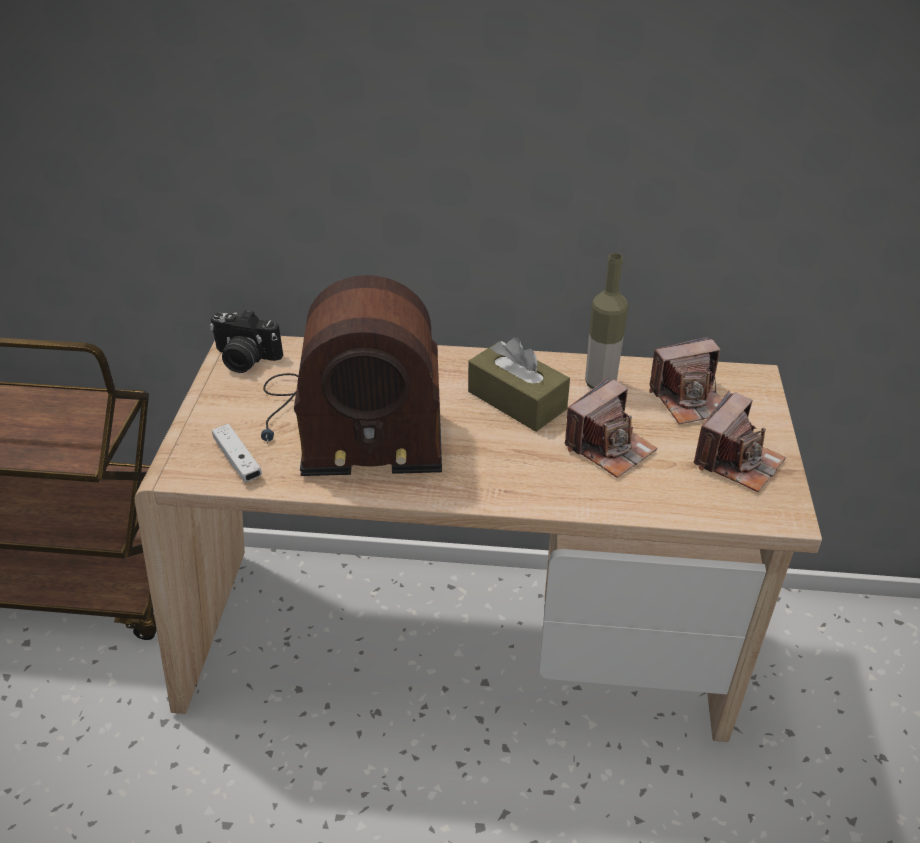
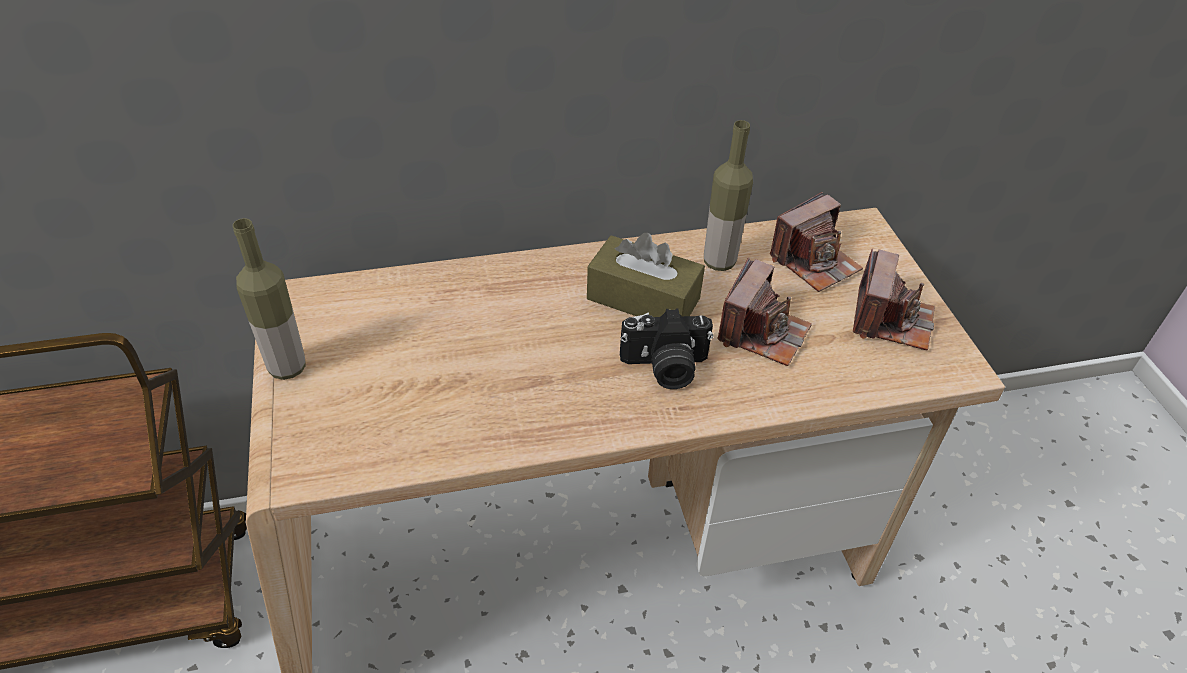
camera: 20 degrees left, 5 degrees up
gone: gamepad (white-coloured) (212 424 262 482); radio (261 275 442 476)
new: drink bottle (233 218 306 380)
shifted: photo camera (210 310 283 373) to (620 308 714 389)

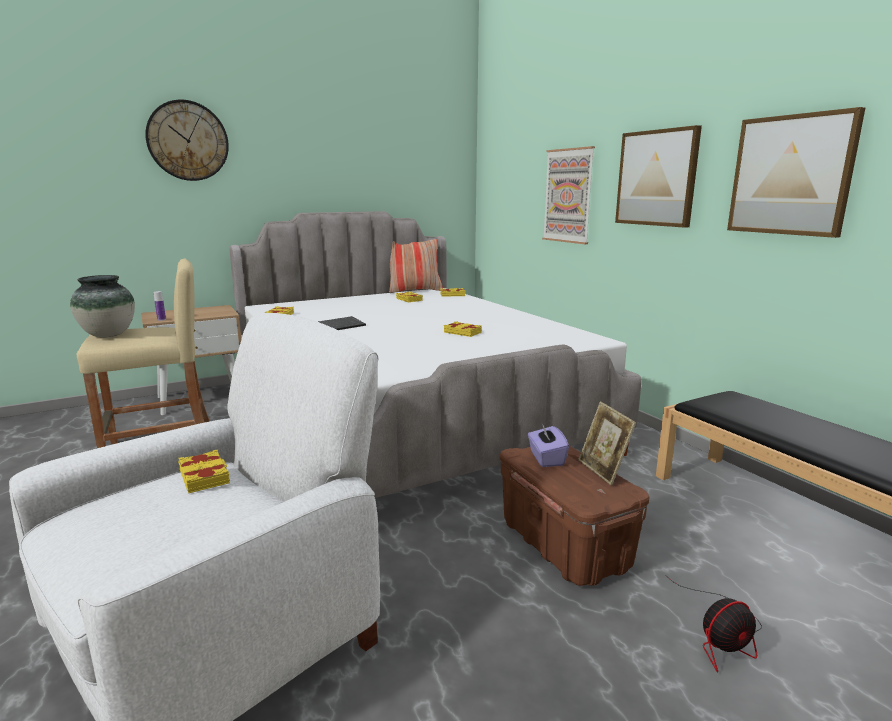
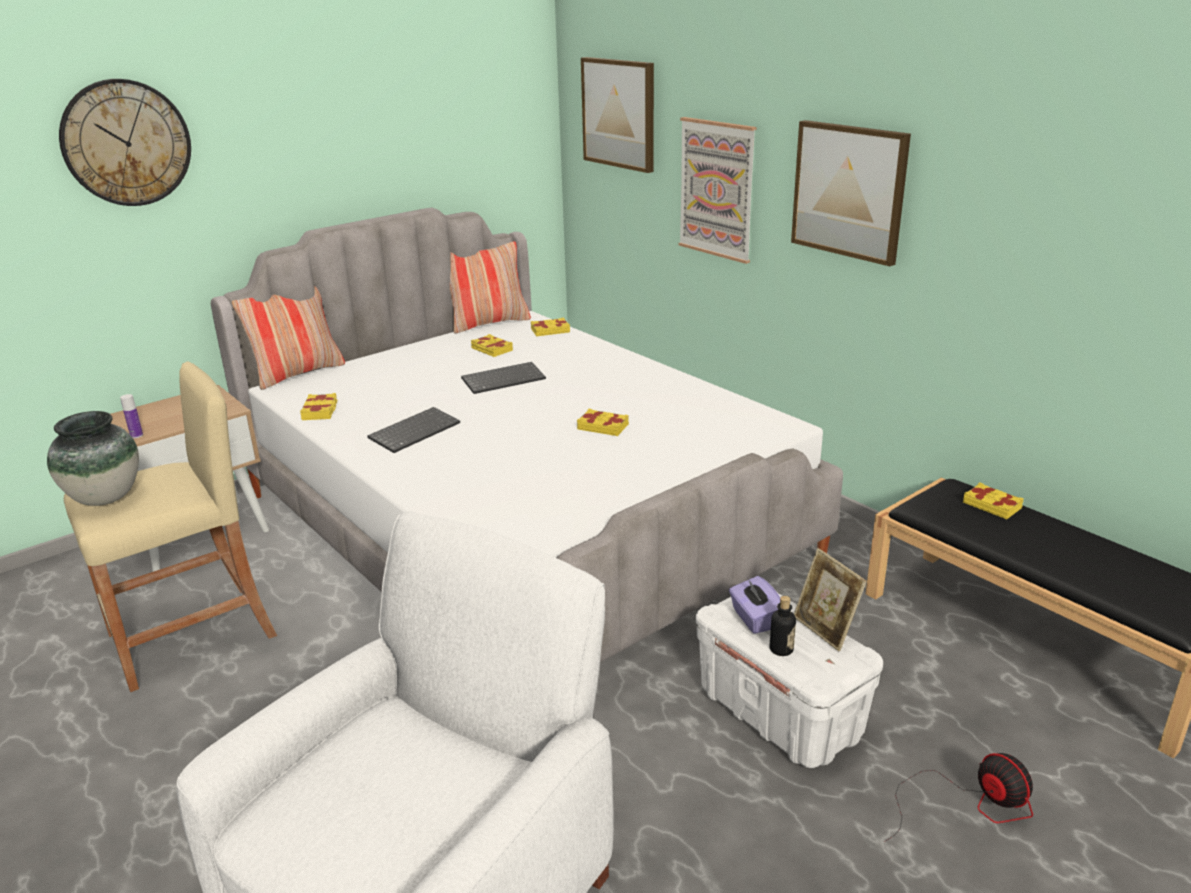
camera: 10 degrees left, 10 degrees up
new: cushion (232 286 345 390); computer keyboard (461 362 546 394); drink bottle (770 596 796 656)
shifted: book (yellowish) (178 450 230 493) to (963 482 1024 519); picture (727 107 865 238) to (581 57 654 173)
repainted: storage container (brownish) (500 445 649 586) to storage container (white-coloured) (696 593 883 768)
rotated: electric fan (664 574 762 672) = (885 753 1033 841) 90 degrees counterclockwise

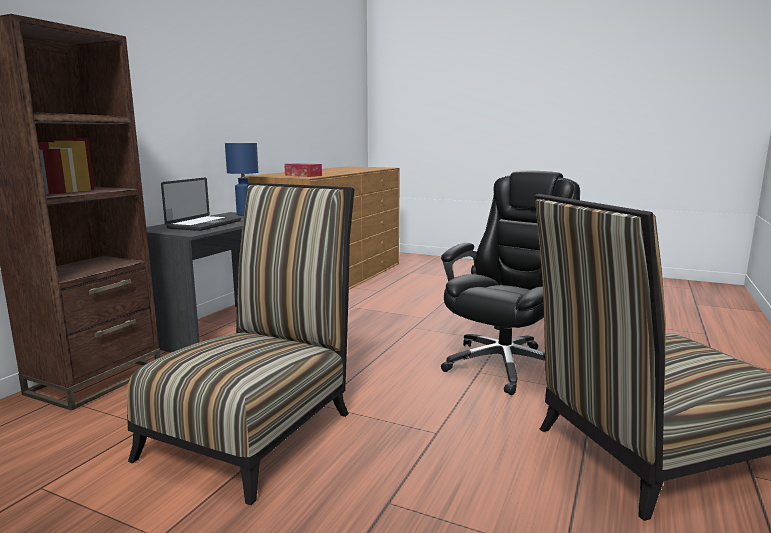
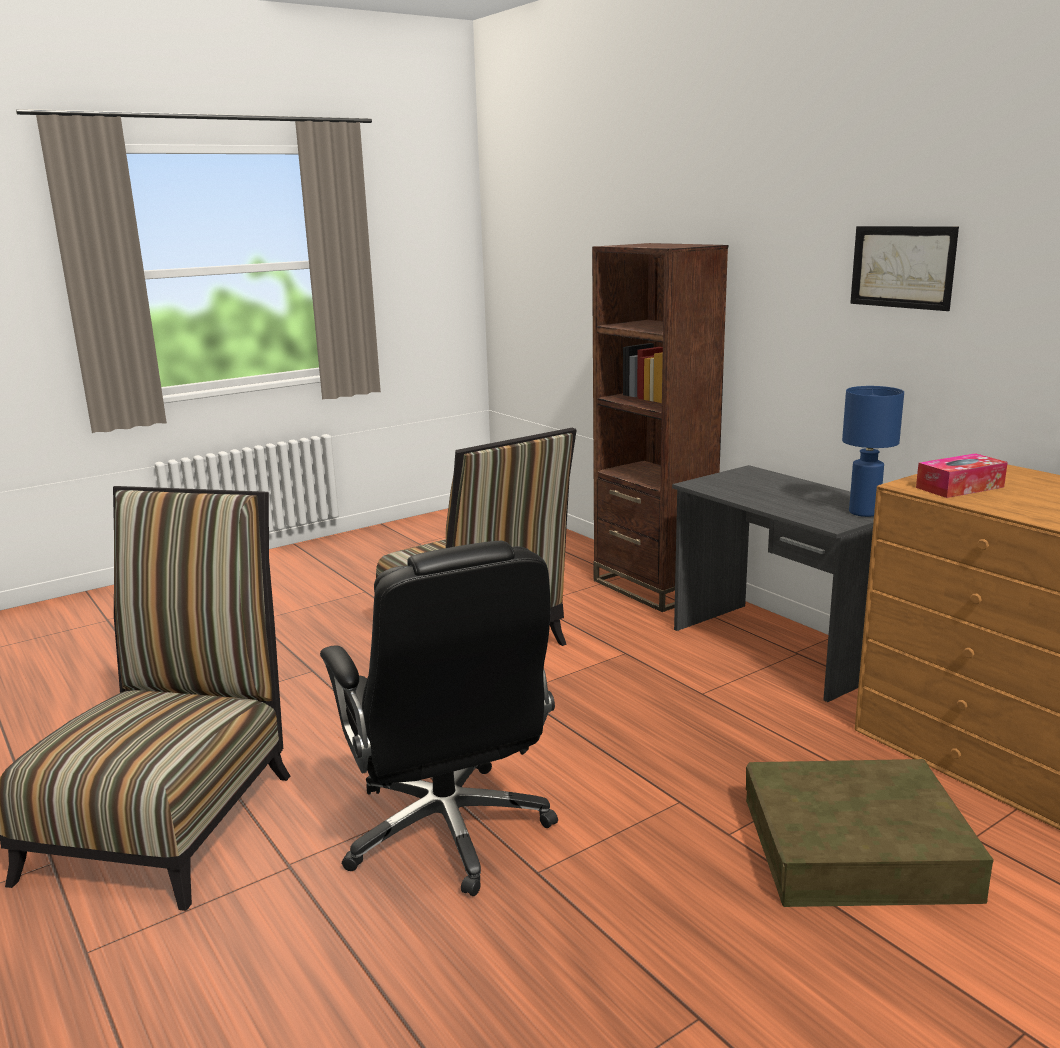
camera: 120 degrees right, 5 degrees up
gone: notebook computer (161 178 241 231)
new: storage container (brownish) (746 759 994 907); picture (850 226 959 311)

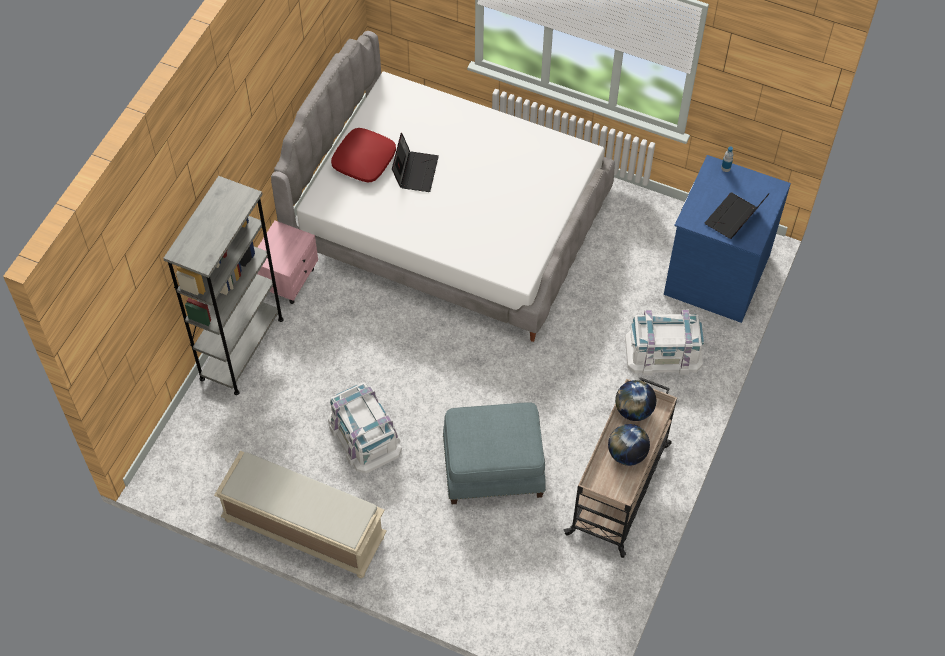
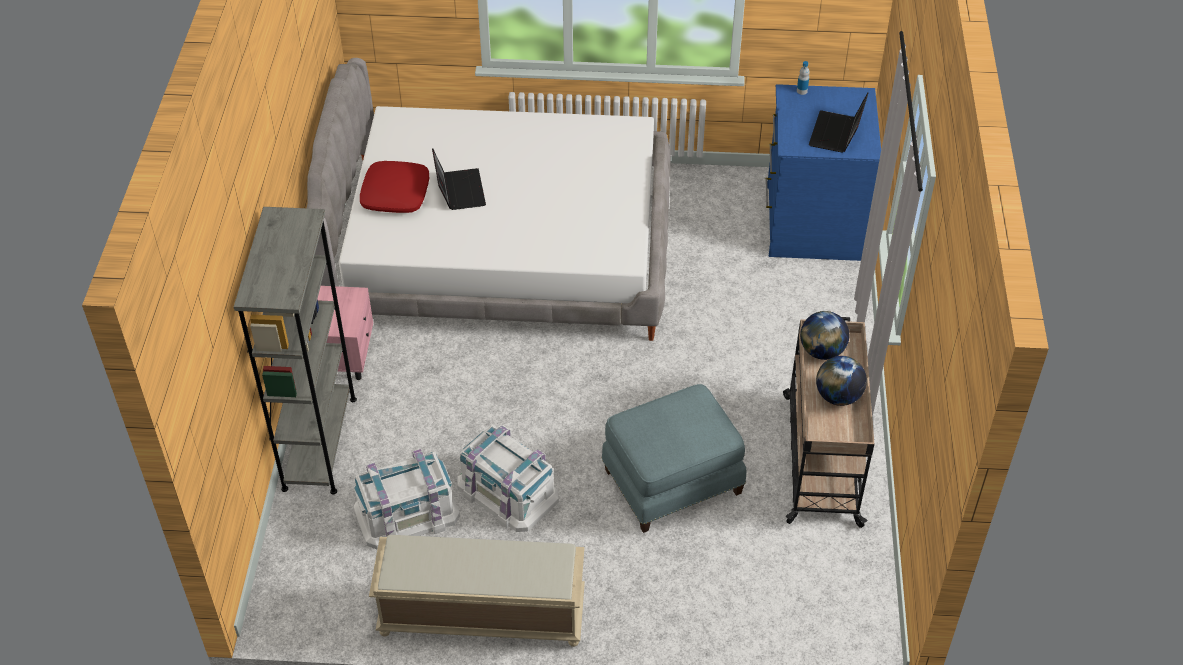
camera: 20 degrees left, 10 degrees down
shifted: storage container (white-coloured) (625 310 704 375) to (354 449 460 549)

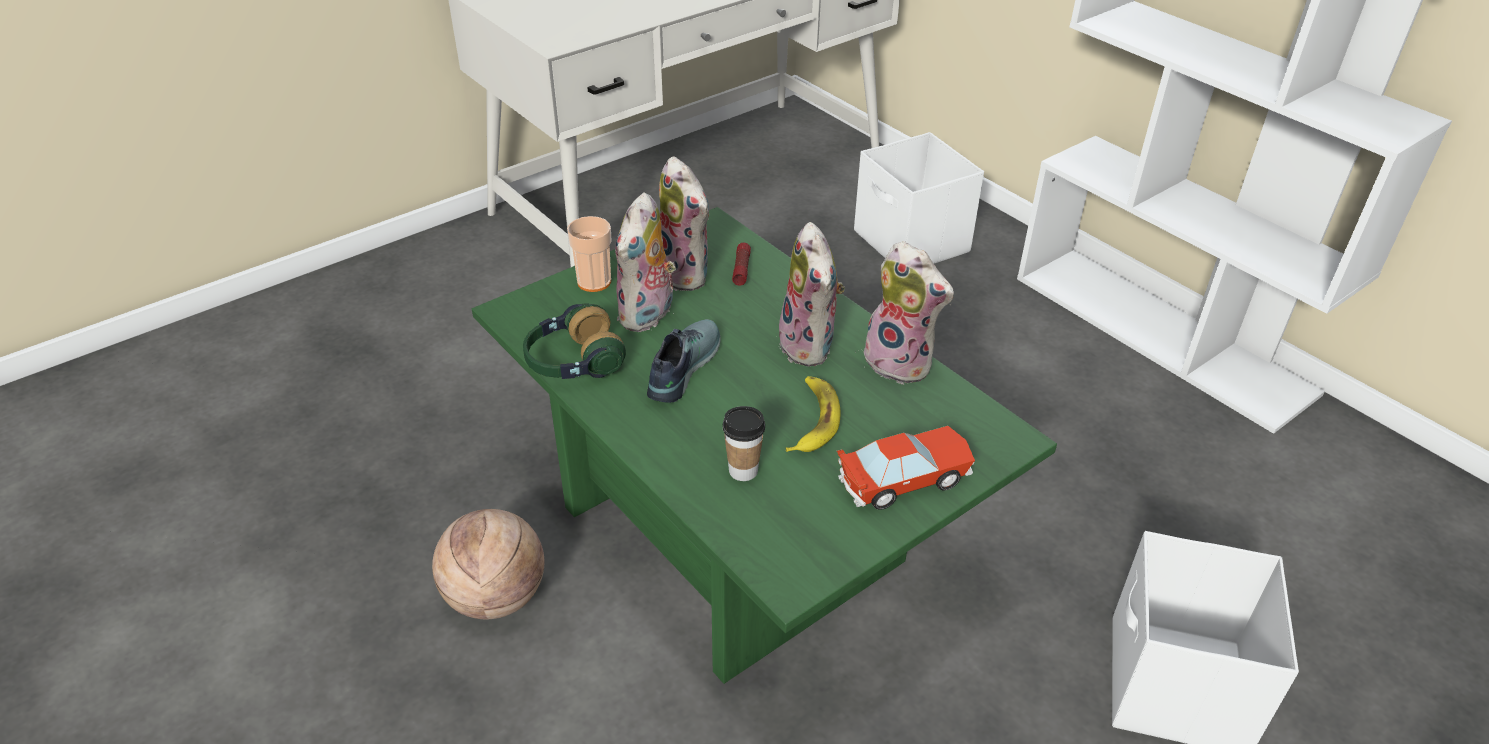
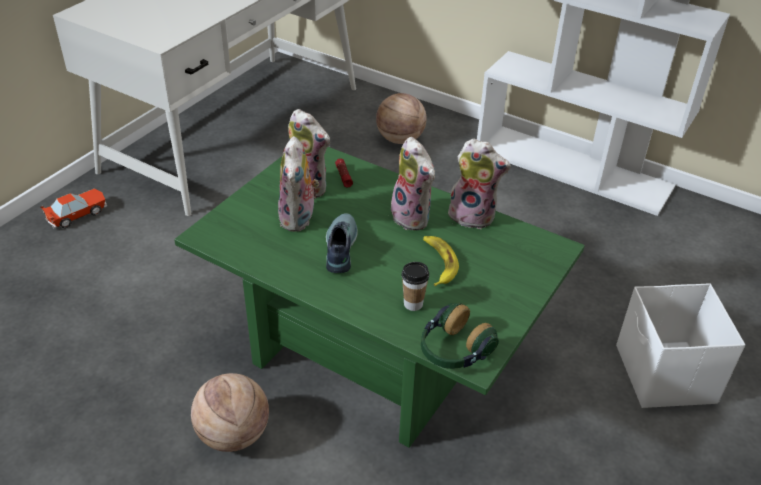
camera: 20 degrees left, 0 degrees up
gone: small cup (567 216 612 292)
shifted: headphones (523 303 626 379) to (421 303 499 369); model car (837 426 975 510) to (41 188 107 229)
swapped: storage container (white-coloured) (854 132 984 264) to basketball (376 93 426 144)

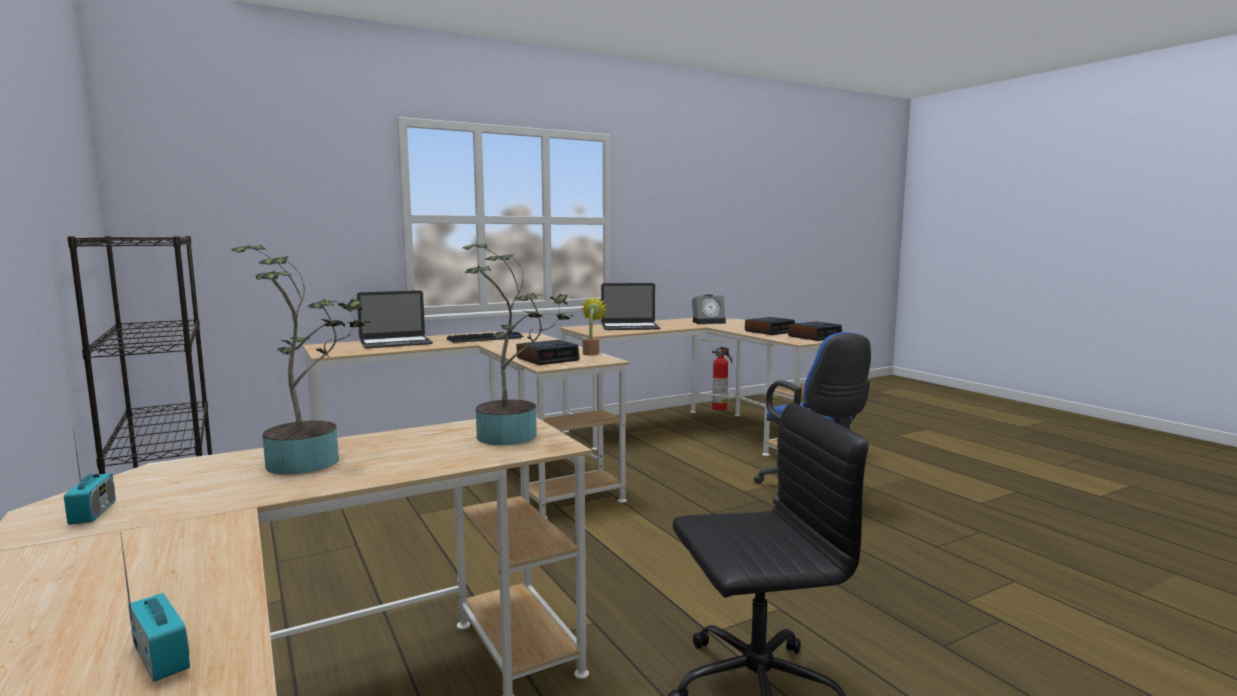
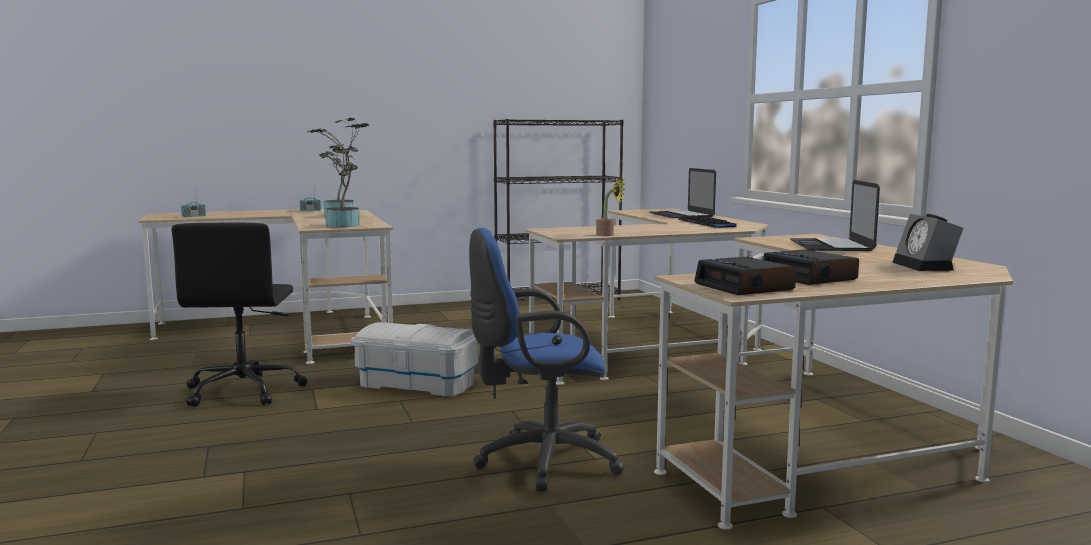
camera: 100 degrees right, 0 degrees up
gone: table clock (517 340 580 365); fire extinguisher (712 347 732 411)
new: storage container (white-coloured) (350 322 478 397)

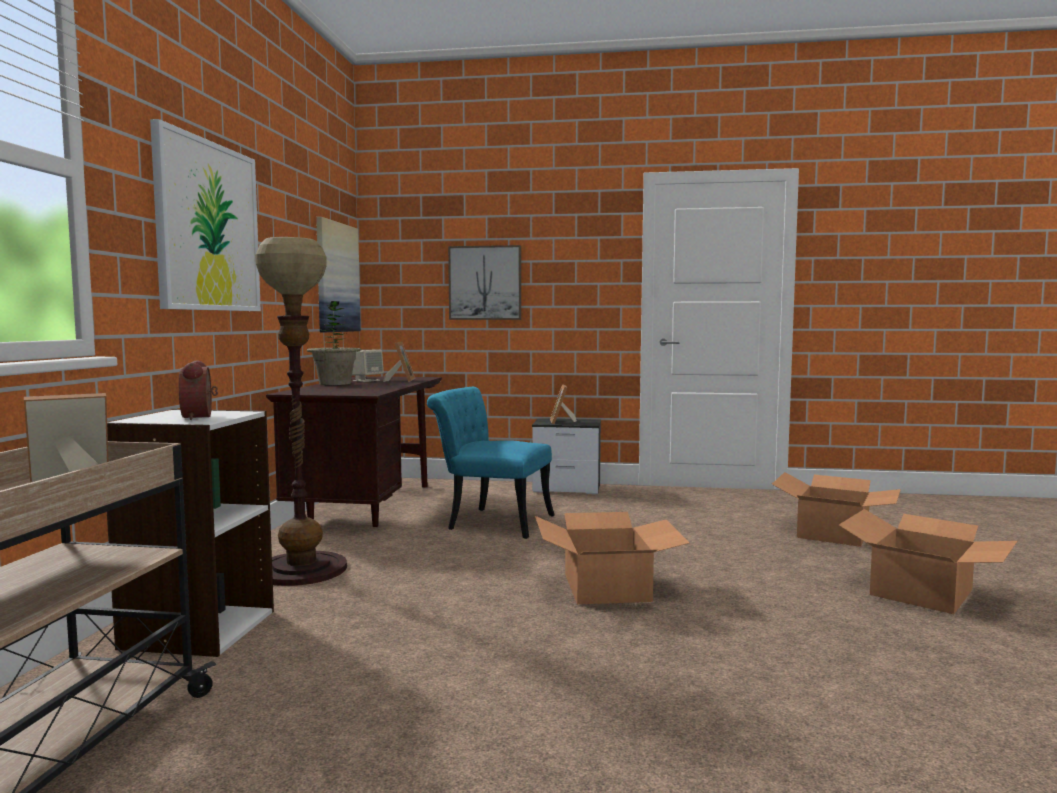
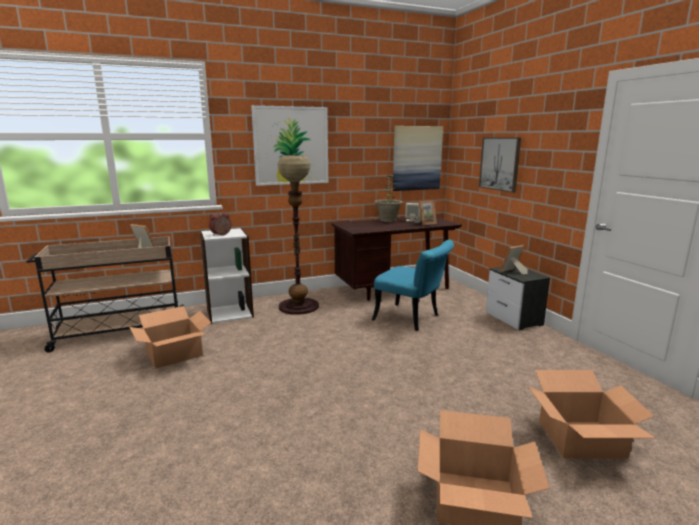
camera: 60 degrees right, 10 degrees up
shifted: packing box (535 512 689 604) to (129 306 212 368)
rotated: chair (turquoise) (427 387 554 539) = (372 240 454 331) 135 degrees clockwise

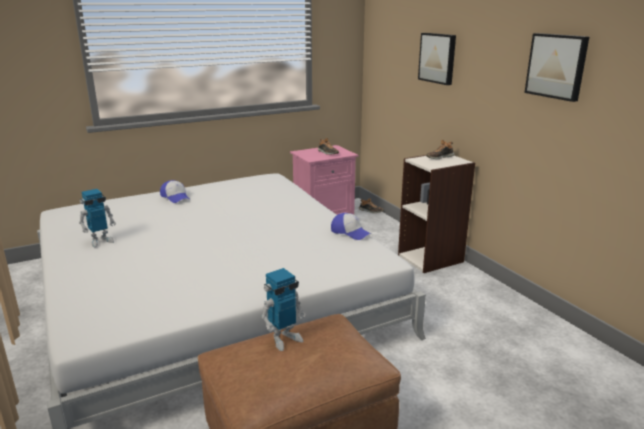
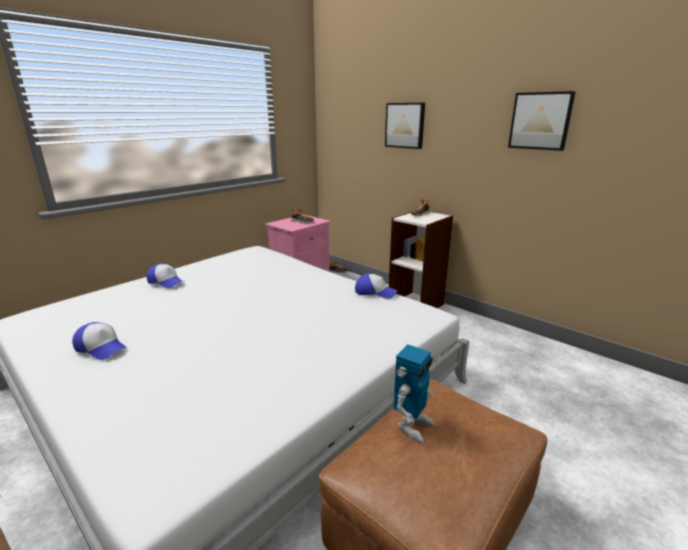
camera: 20 degrees left, 0 degrees up
swapped: model robot (79 189 116 247) to baseball cap (72 322 127 360)

